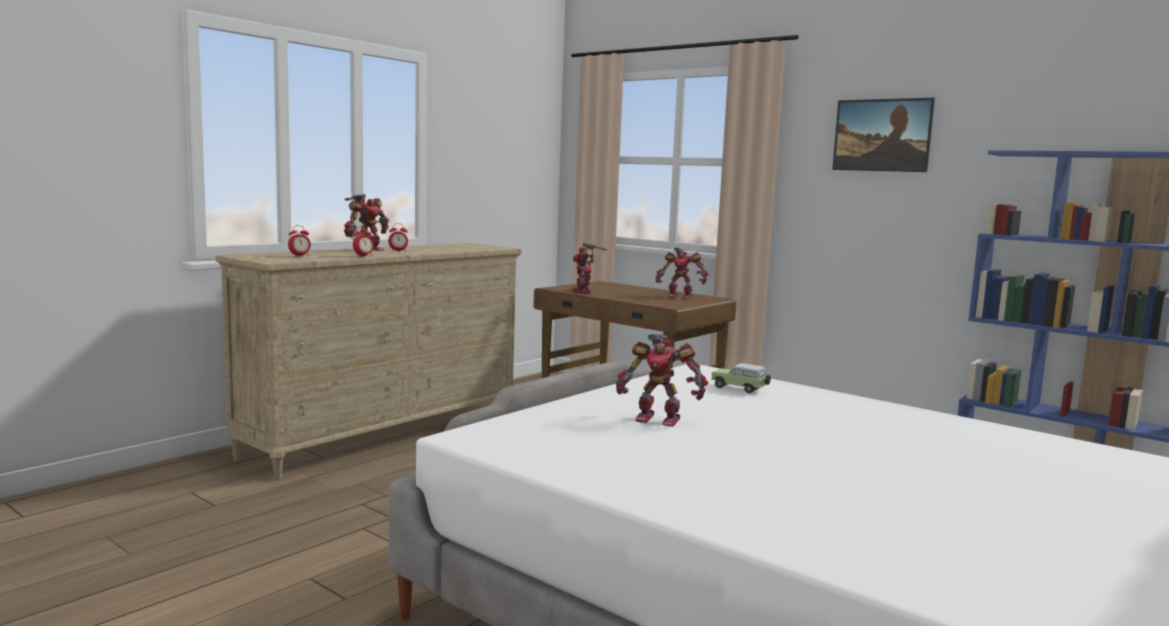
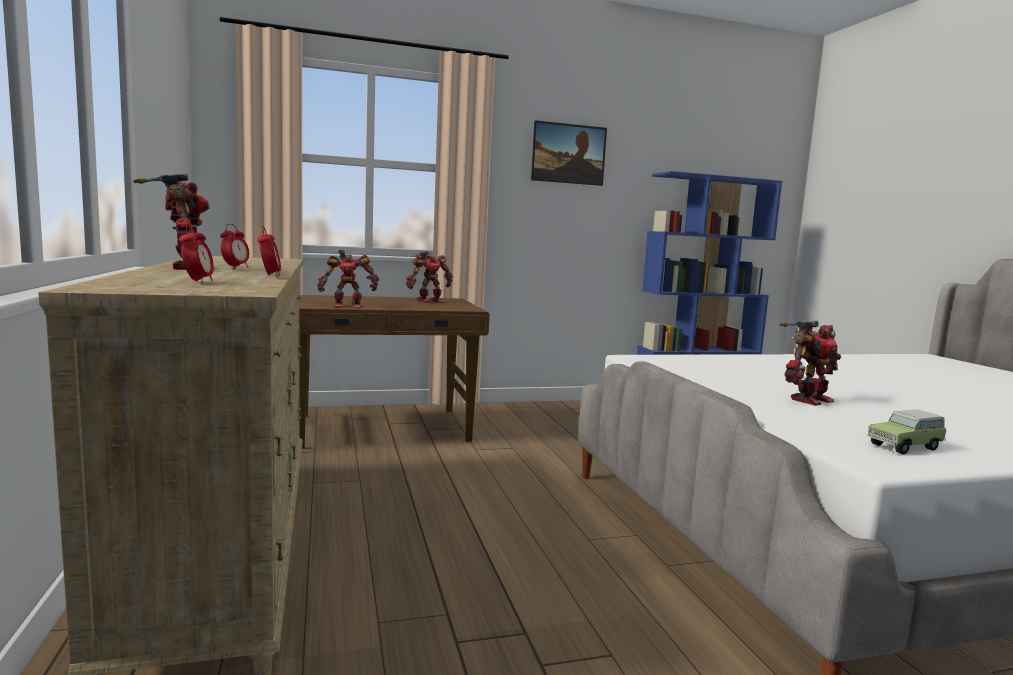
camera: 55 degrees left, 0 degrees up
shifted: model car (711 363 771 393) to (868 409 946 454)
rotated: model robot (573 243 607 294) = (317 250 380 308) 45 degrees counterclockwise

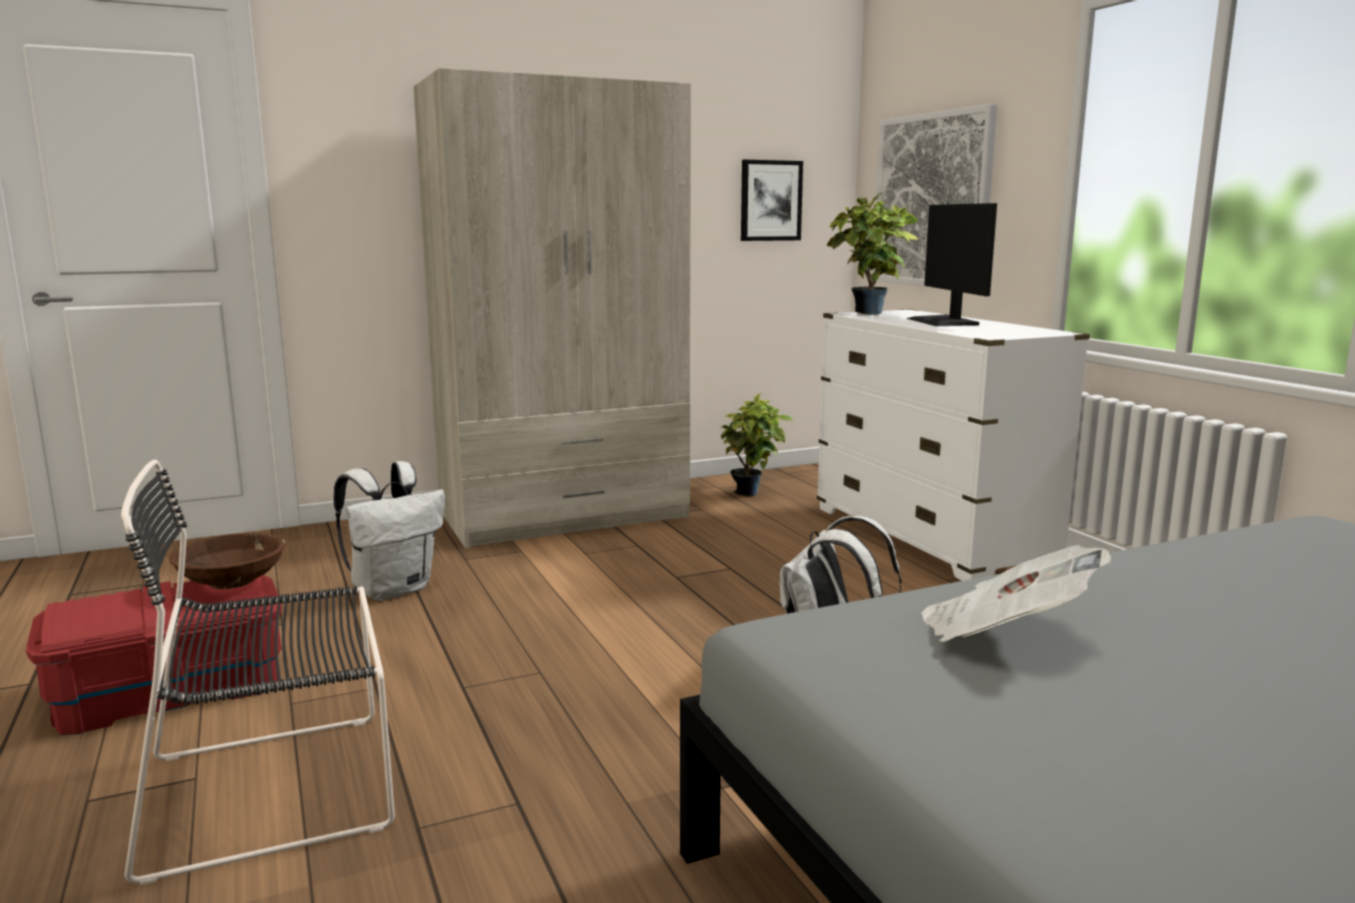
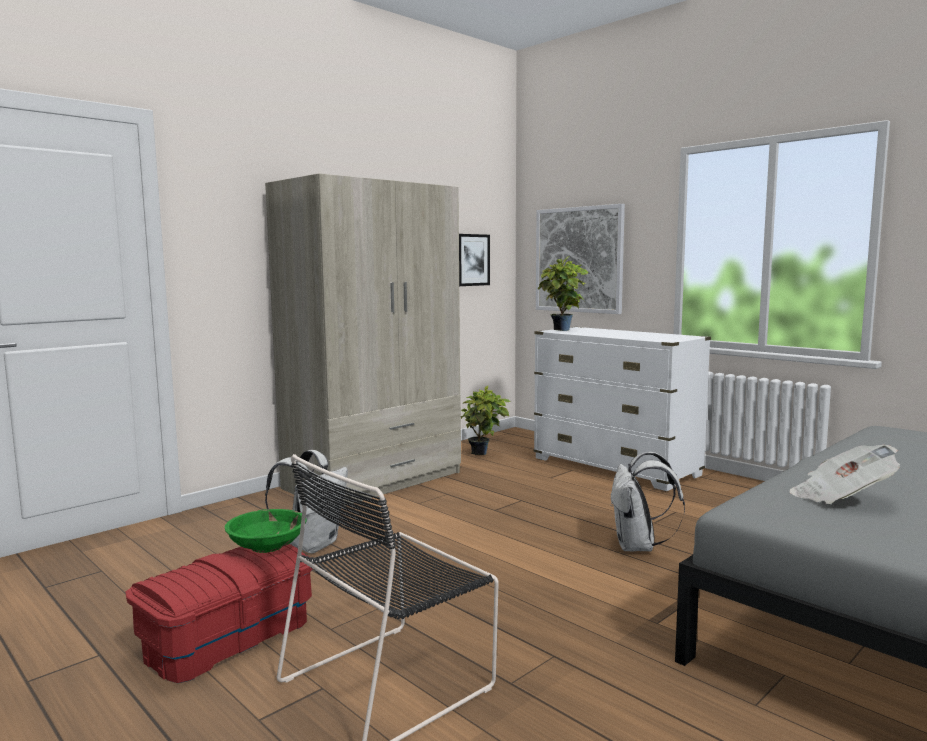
camera: 20 degrees left, 5 degrees down
gone: computer screen (906 203 997 326)
repainted: bowl (brownish) (169 532 286 589) to bowl (green-coloured) (225 509 307 553)

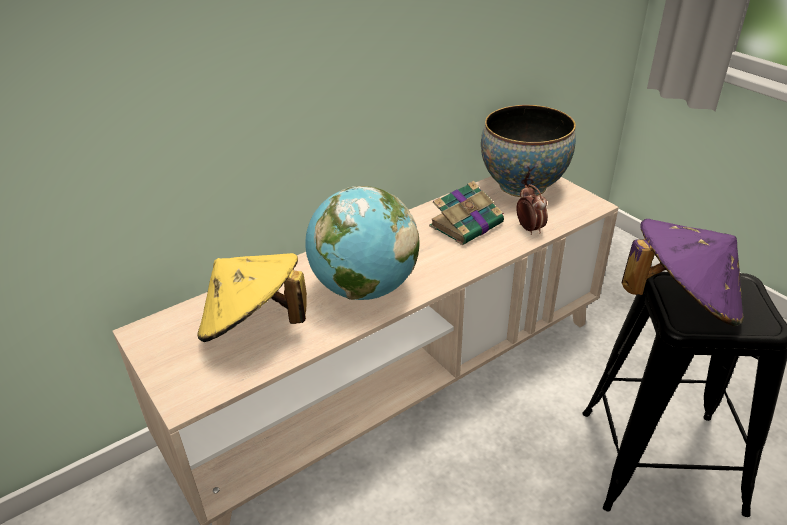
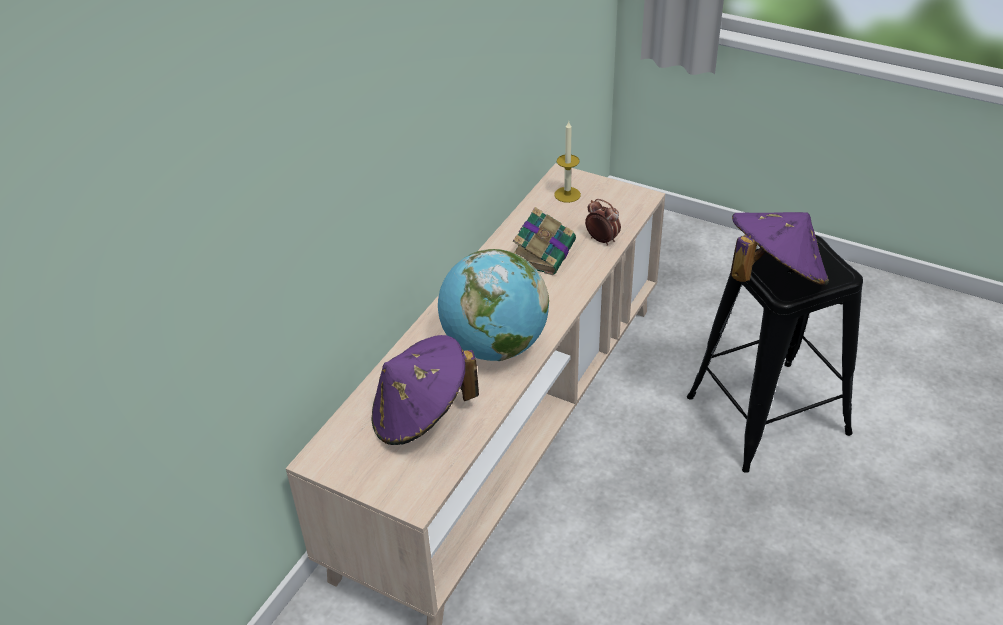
camera: 25 degrees left, 5 degrees up
swapped: bowl (481 105 576 197) to candle (554 121 581 203)
repainted: wearable hat (yellowish) (198 253 307 342) to wearable hat (purple) (372 335 479 445)

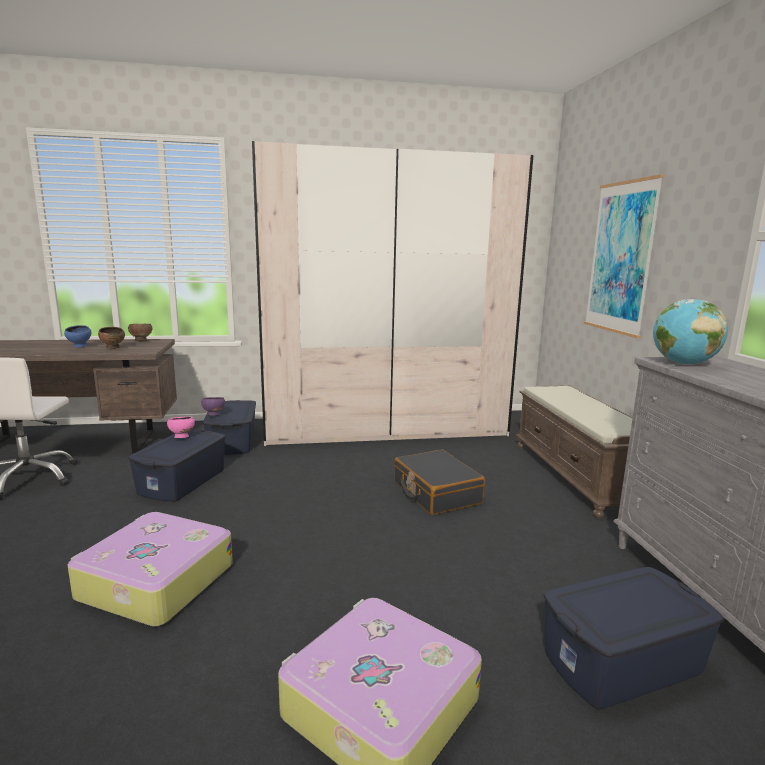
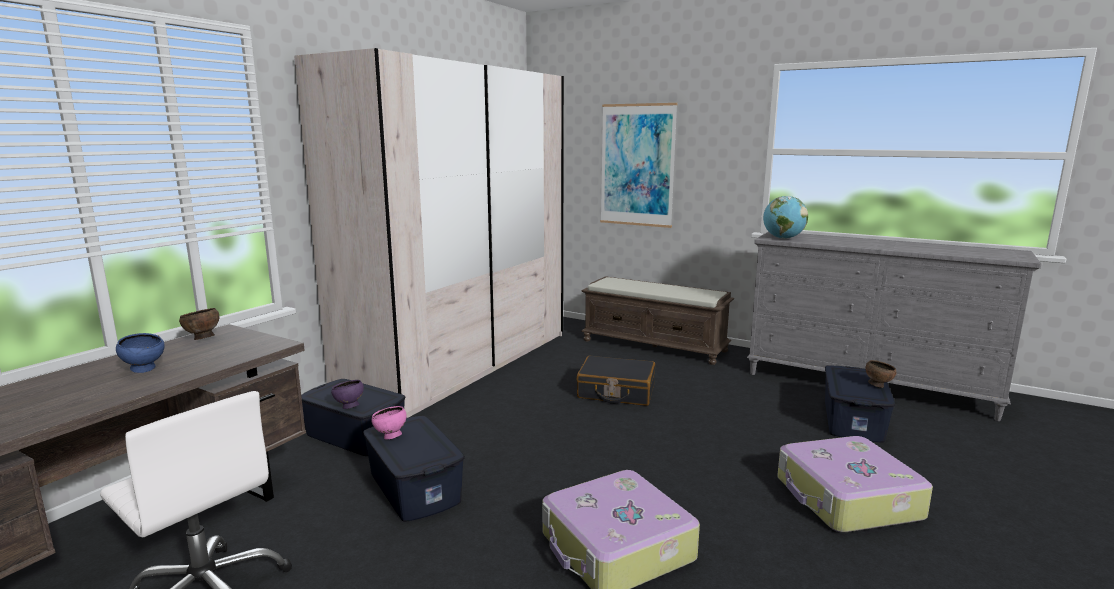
camera: 50 degrees left, 0 degrees up
shifted: bowl (brownish) (98 327 125 349) to (865 360 896 388)

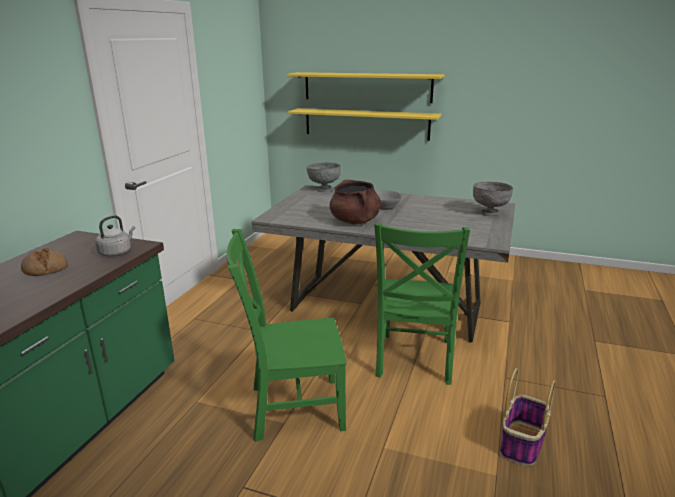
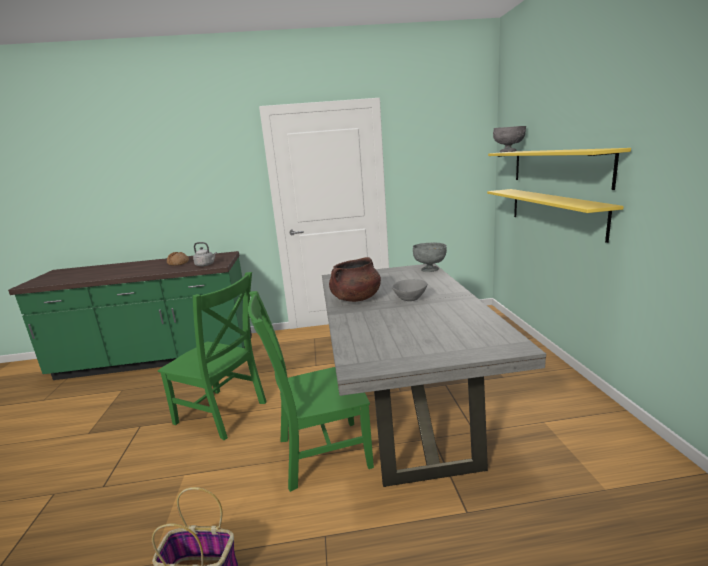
camera: 65 degrees right, 5 degrees down
shifted: bowl (gray) (473 182 513 216) to (493 126 526 152)
rotated: chair (green-coloured) (226 229 347 442) = (158 272 267 440) 150 degrees clockwise

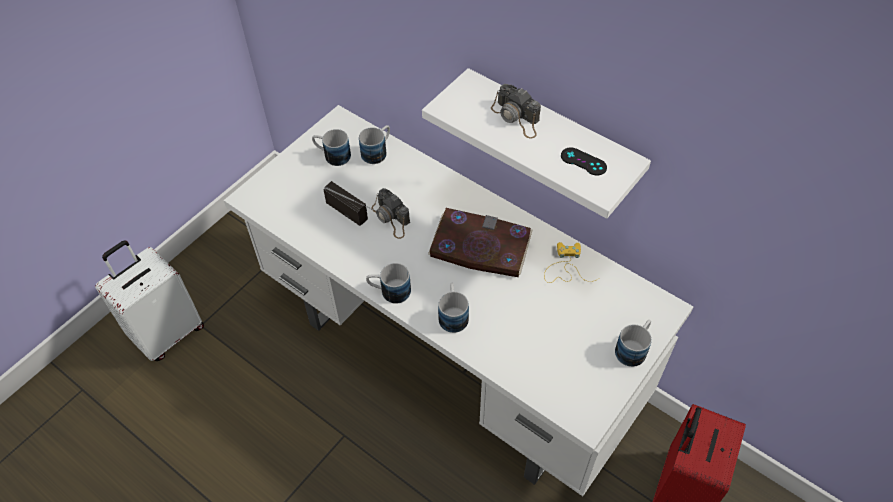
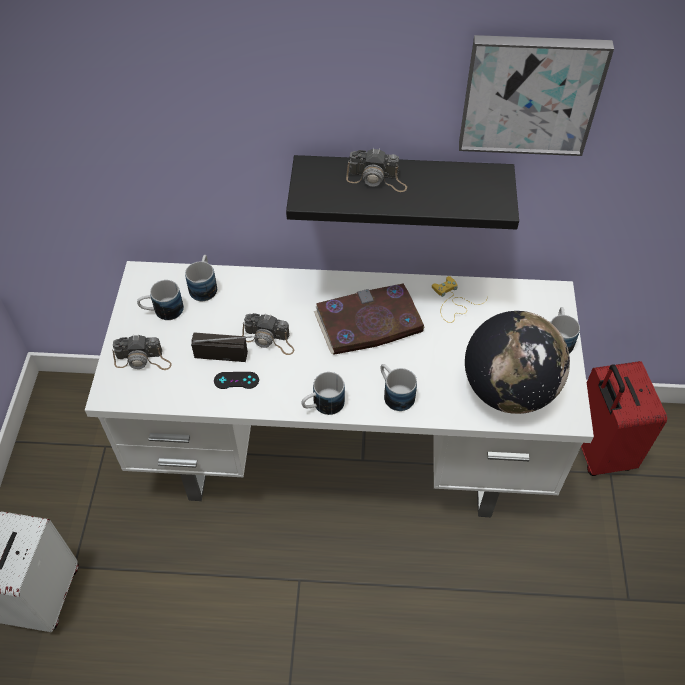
camera: 35 degrees left, 0 degrees up
new: photo camera (112 335 172 370); picture (459 35 614 156); desk globe (465 311 570 414)
shifted: gamepad (black-coloured) (561 147 607 176) to (214 372 259 389)
repainted: wall shelf (white-coloured) (422 68 651 219) to wall shelf (black-coloured) (286 155 519 229)

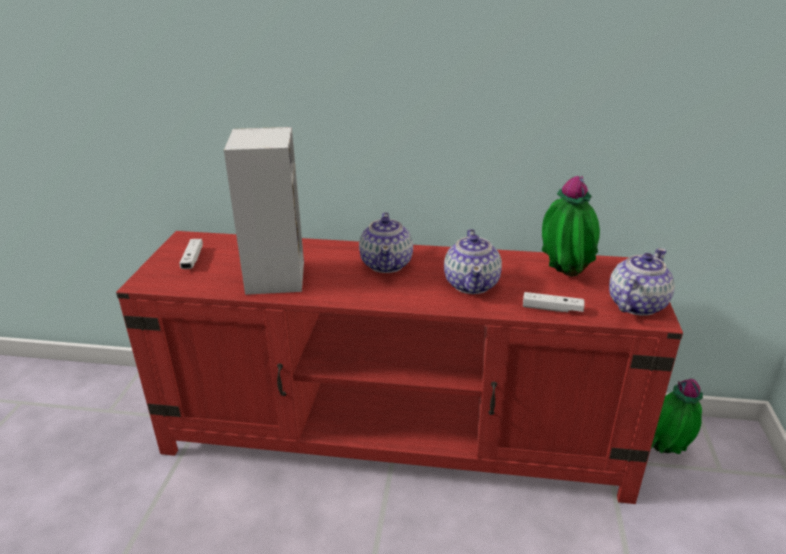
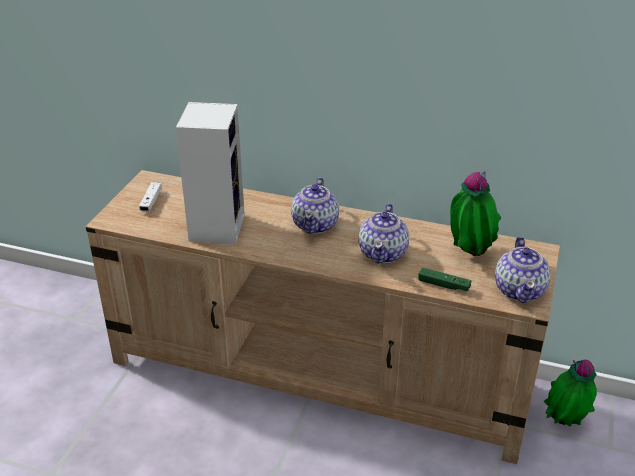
camera: 10 degrees right, 5 degrees up
repainted: tv stand (red) (116 231 683 504) to tv stand (beige) (86 170 560 464); gamepad (white-coloured) (523 292 585 312) to gamepad (green-coloured) (419 268 471 292)
rotated: teapot (609 248 675 316) = (495 237 551 303) 135 degrees clockwise

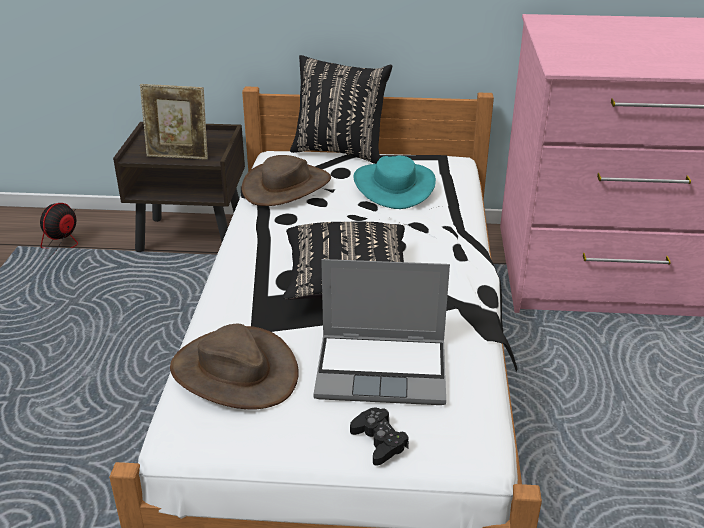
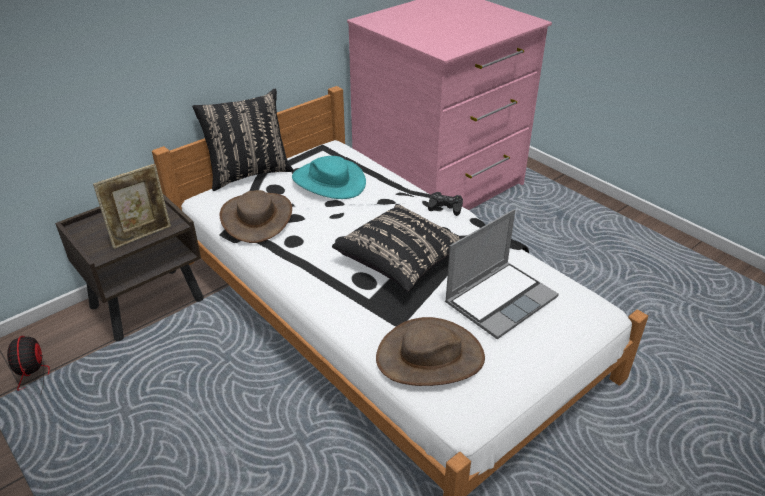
camera: 45 degrees left, 5 degrees up
shifted: gamepad (black-coloured) (350 407 409 466) to (428 192 463 216)

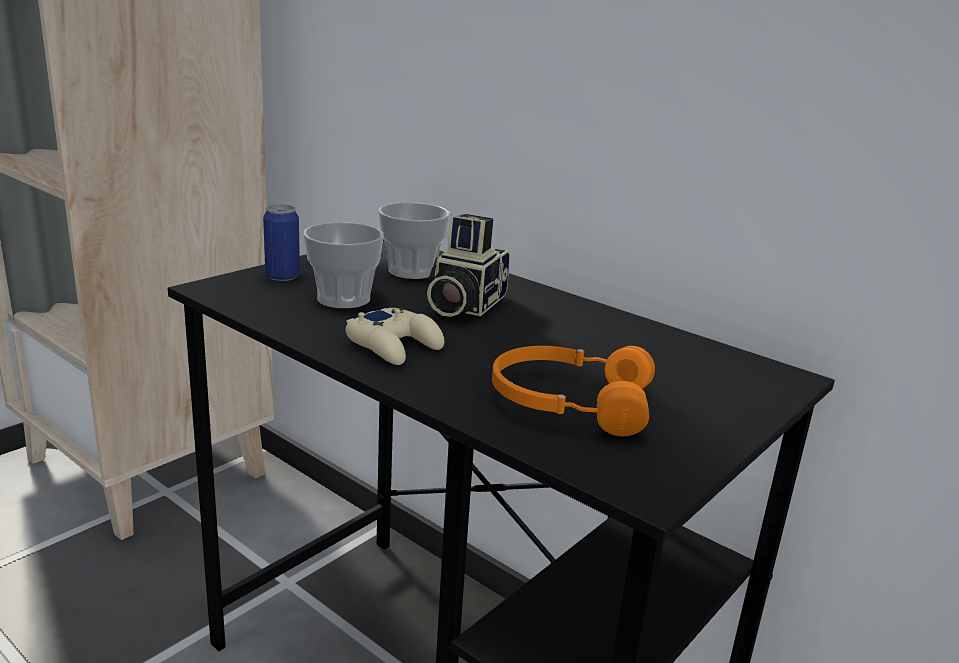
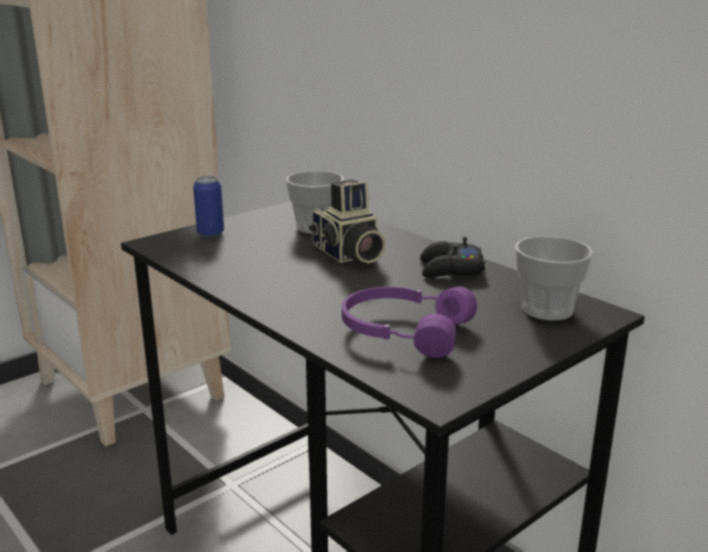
camera: 10 degrees right, 0 degrees up
gone: gamepad (beige) (346 308 444 365)
new: gamepad (black-coloured) (420 237 485 278)
shifted: small cup (303 222 384 309) to (515 236 593 321)
repainted: headphones (orange-coloured) (492 346 655 436) to headphones (purple) (342 287 477 358)
rotated: photo camera (427 214 510 317) = (309 180 386 264) 60 degrees counterclockwise

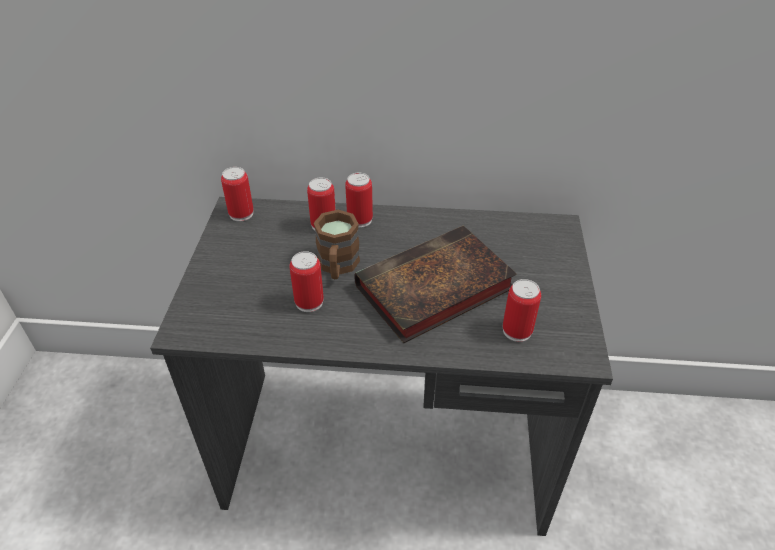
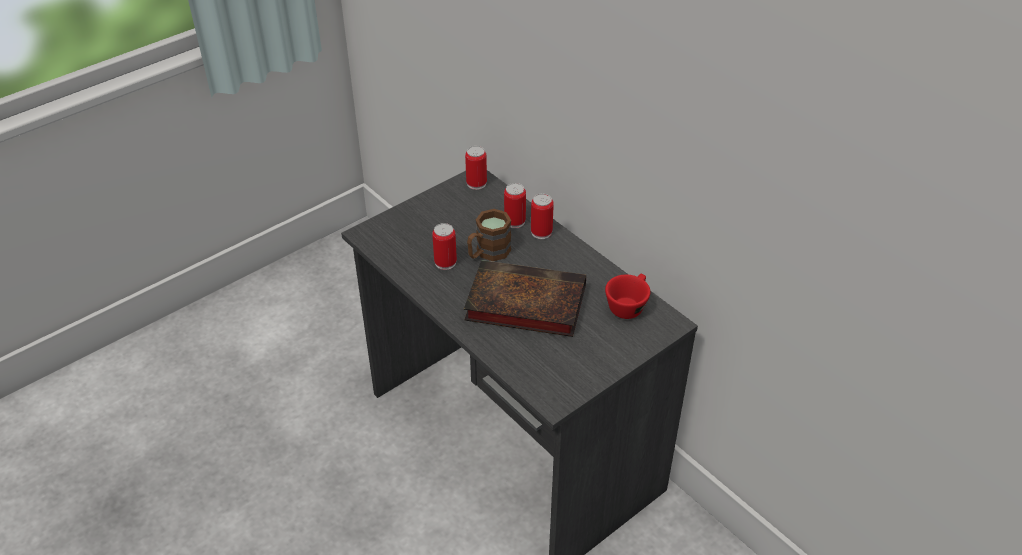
camera: 45 degrees right, 0 degrees up
gone: can (503 279 541 342)
new: small cup (red) (605 274 650 319)

